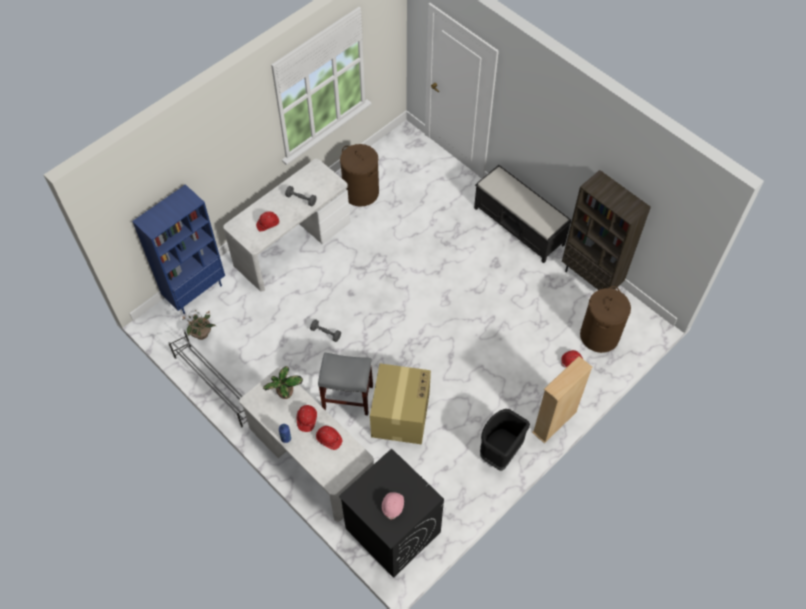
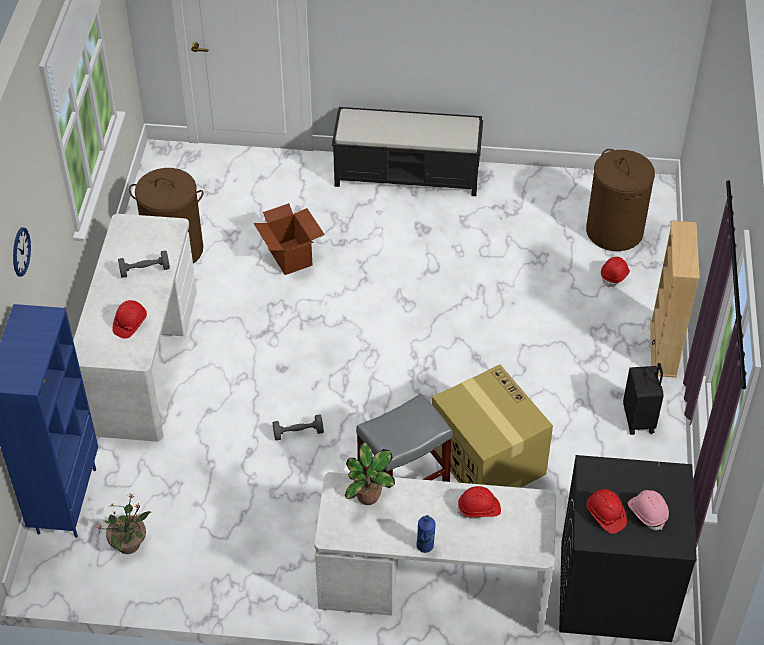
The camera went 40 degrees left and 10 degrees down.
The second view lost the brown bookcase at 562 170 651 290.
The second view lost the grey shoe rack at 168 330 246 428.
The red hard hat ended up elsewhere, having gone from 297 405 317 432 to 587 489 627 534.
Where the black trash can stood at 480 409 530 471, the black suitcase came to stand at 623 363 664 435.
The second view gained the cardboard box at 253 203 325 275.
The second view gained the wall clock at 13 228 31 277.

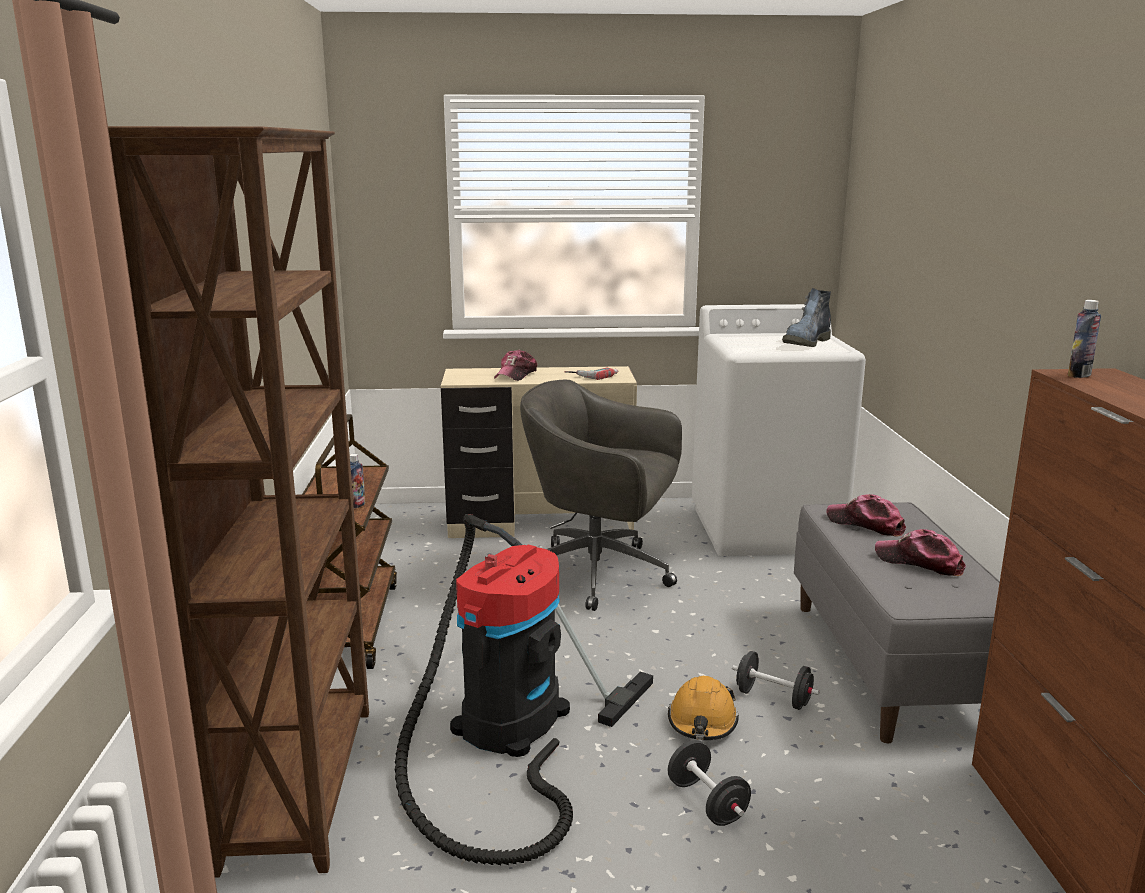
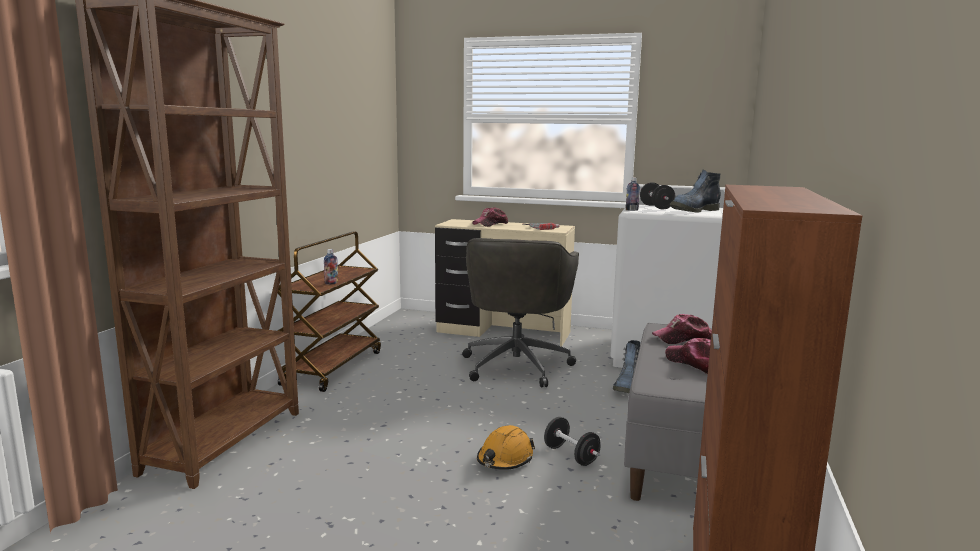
The camera went 20 degrees right and 5 degrees down.
The bottle ended up elsewhere, having gone from 1068 300 1101 378 to 625 177 640 211.
The grey office chair at 520 379 682 611 ended up facing another way, 120 degrees counterclockwise from before.
The cap at 827 494 906 536 ended up facing another way, 75 degrees counterclockwise from before.
The second view lost the vacuum cleaner at 395 514 653 865.
The black dumbbell ended up elsewhere, having gone from 668 740 751 826 to 640 182 676 209.
The second view gained the boot at 613 340 640 393.

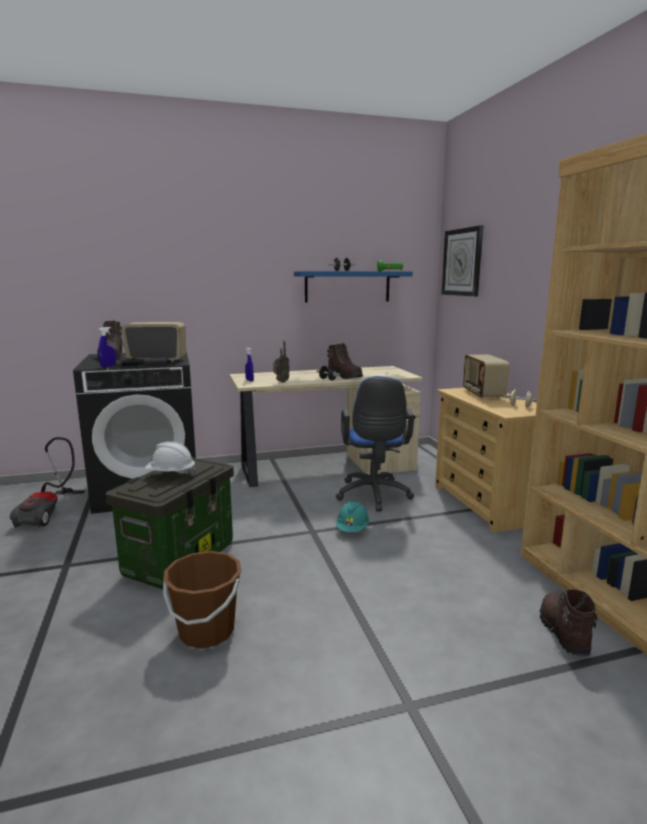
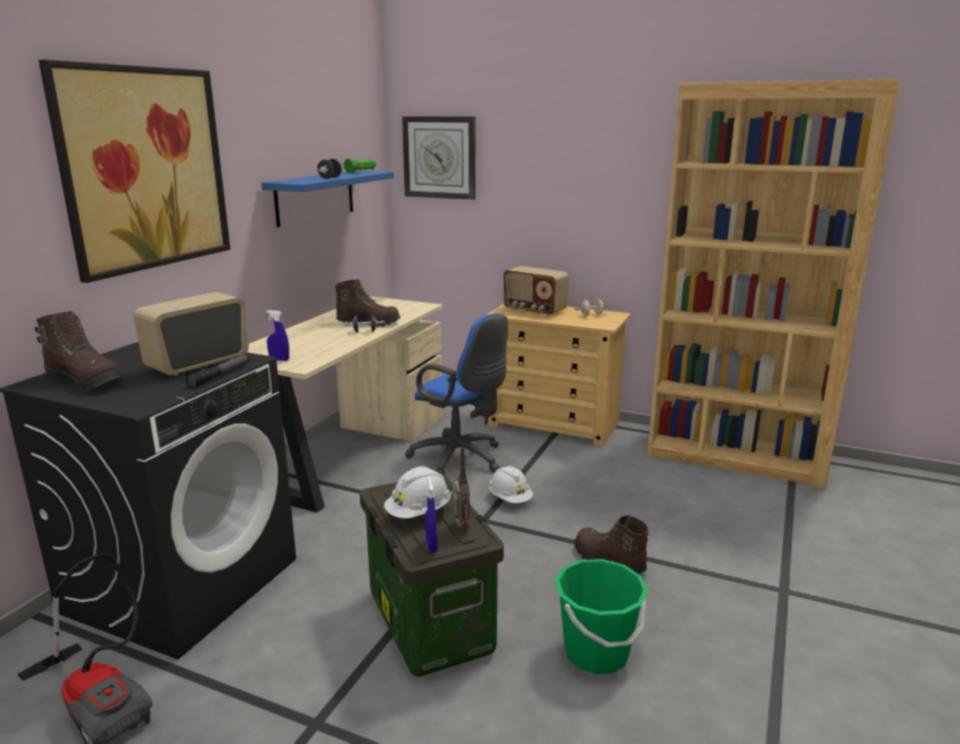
The camera went 50 degrees left and 5 degrees up.
The blue spray bottle ended up elsewhere, having gone from 98 327 116 367 to 425 477 438 553.
The radio ended up elsewhere, having gone from 273 341 290 382 to 450 447 470 529.
What was the turquoise hard hat at 336 501 370 532 turned into the white hard hat at 489 466 533 503.
What was the brown bucket at 163 551 242 649 turned into the green bucket at 555 559 648 674.
The brown boot ended up elsewhere, having gone from 540 589 598 656 to 574 515 649 575.
The second view gained the picture at 39 60 230 283.

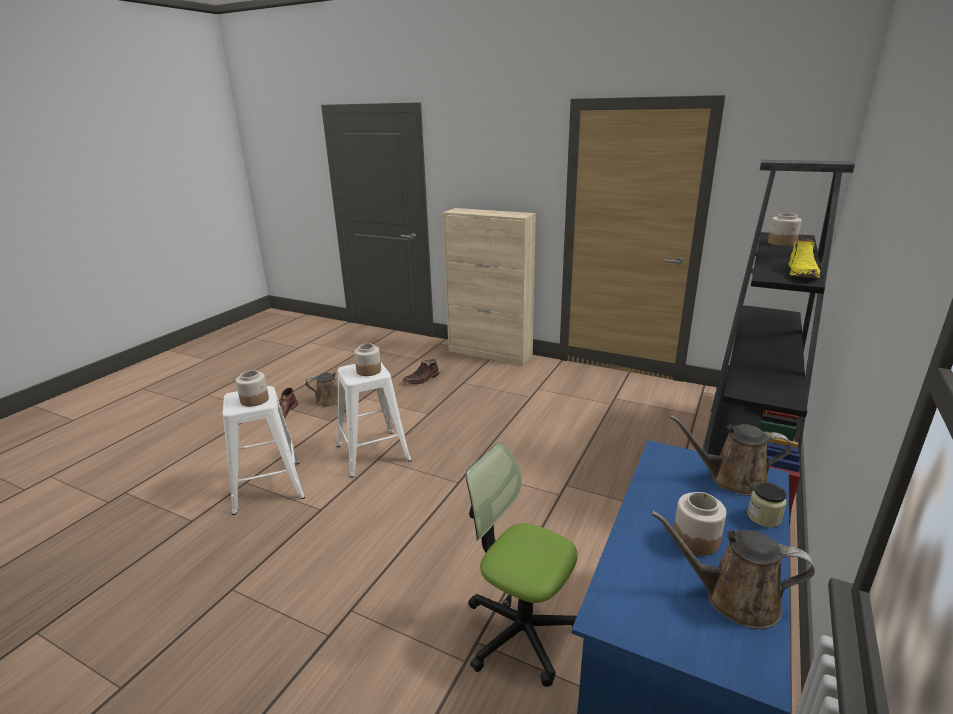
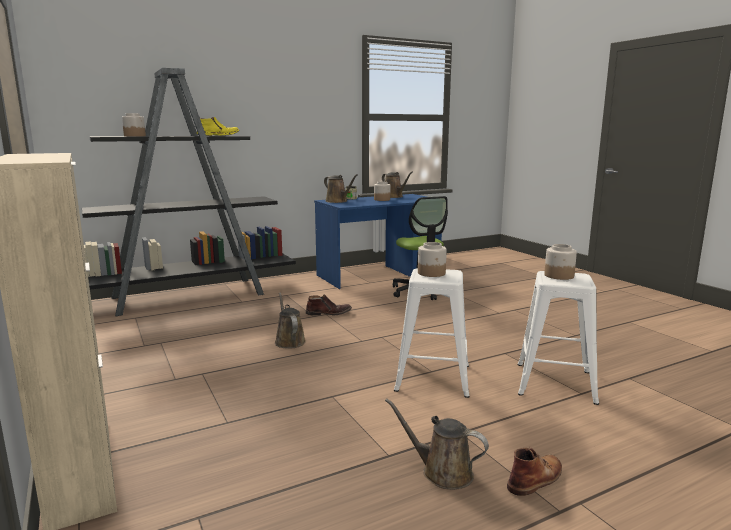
The camera went 145 degrees left and 10 degrees down.
The brown boot ended up elsewhere, having gone from 403 359 439 384 to 306 295 352 316.
The second view gained the brown watering can at 275 292 306 349.

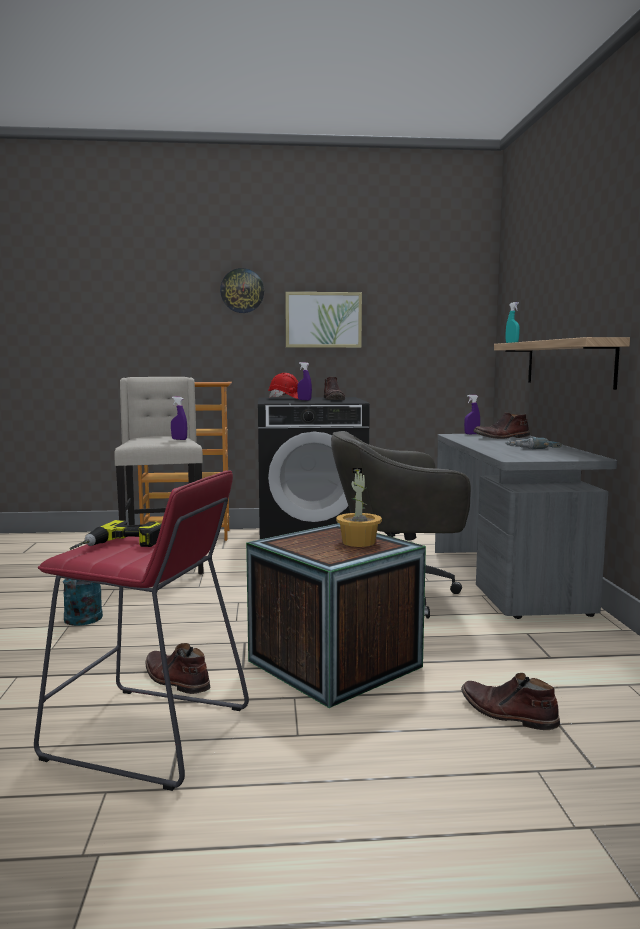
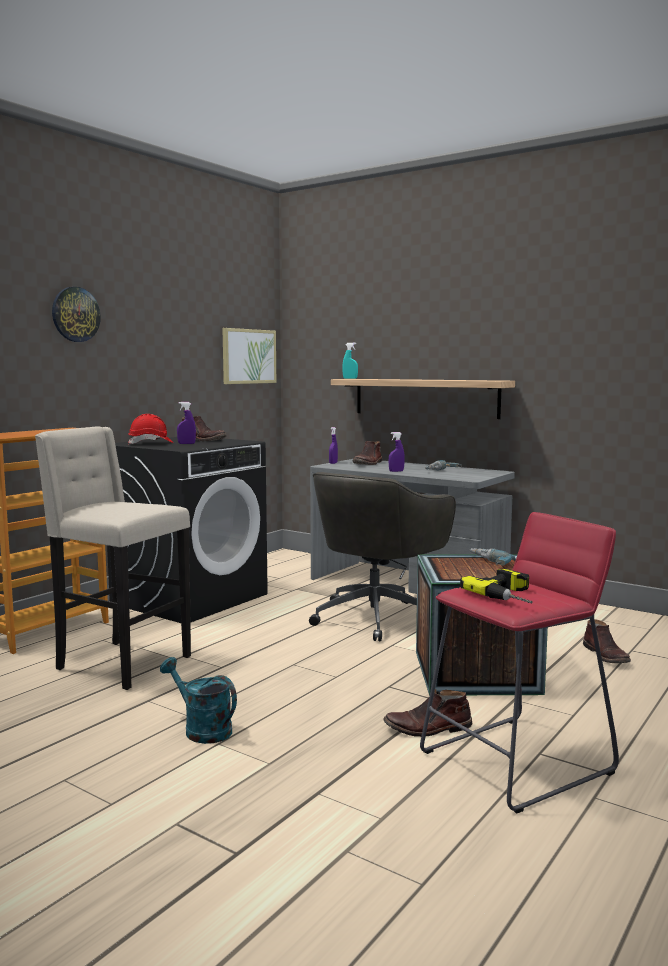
The camera went 50 degrees left and 0 degrees up.
The picture ended up elsewhere, having gone from 285 292 362 348 to 222 328 276 384.
The purple spray bottle ended up elsewhere, having gone from 171 397 187 440 to 389 432 405 472.
Where the potted plant stood at 336 468 382 547, the power drill came to stand at 470 548 515 565.
The brown boot at 461 673 560 730 ended up facing another way, 90 degrees counterclockwise from before.

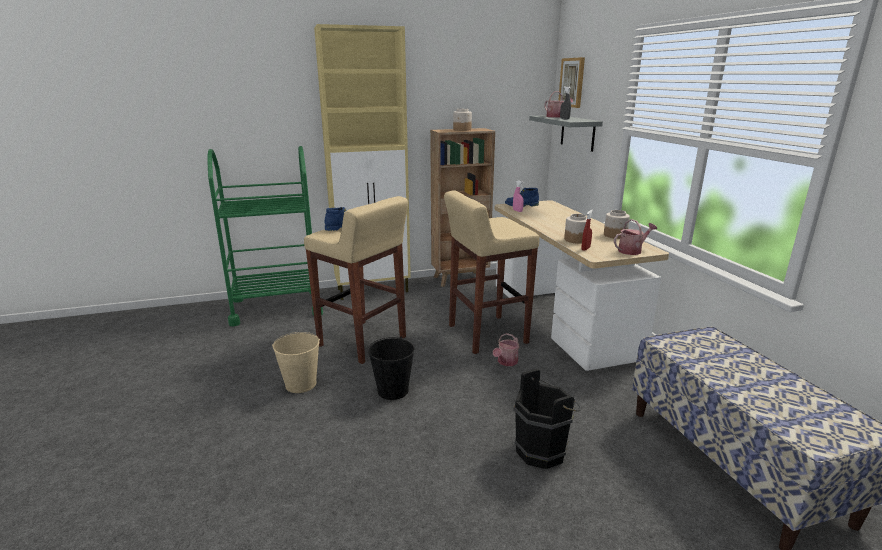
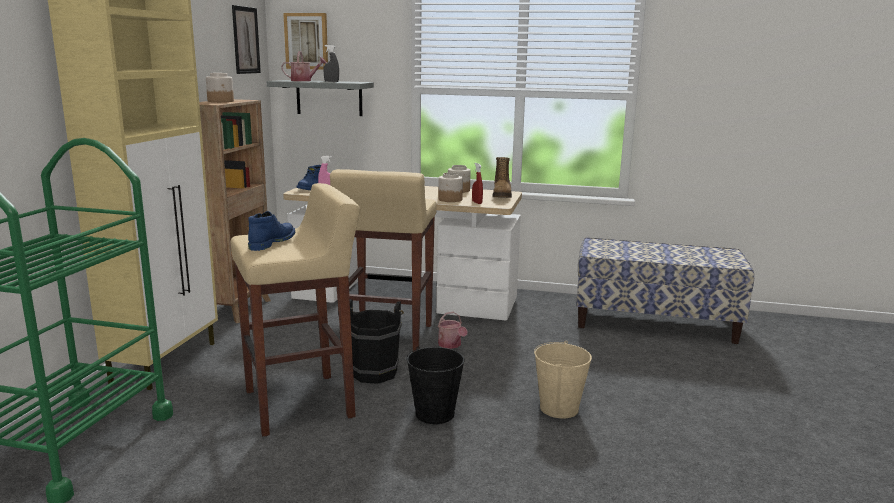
The camera went 60 degrees left and 5 degrees down.
Where the watering can stood at 614 219 657 255, the boot came to stand at 492 157 512 198.
The beige bucket ended up elsewhere, having gone from 272 332 320 393 to 534 341 592 418.
The black bucket ended up elsewhere, having gone from 514 368 582 469 to 350 299 404 384.
The second view gained the picture at 232 5 261 74.

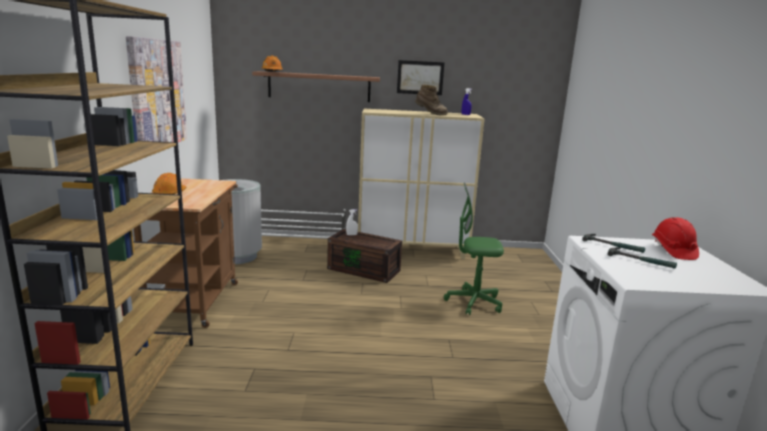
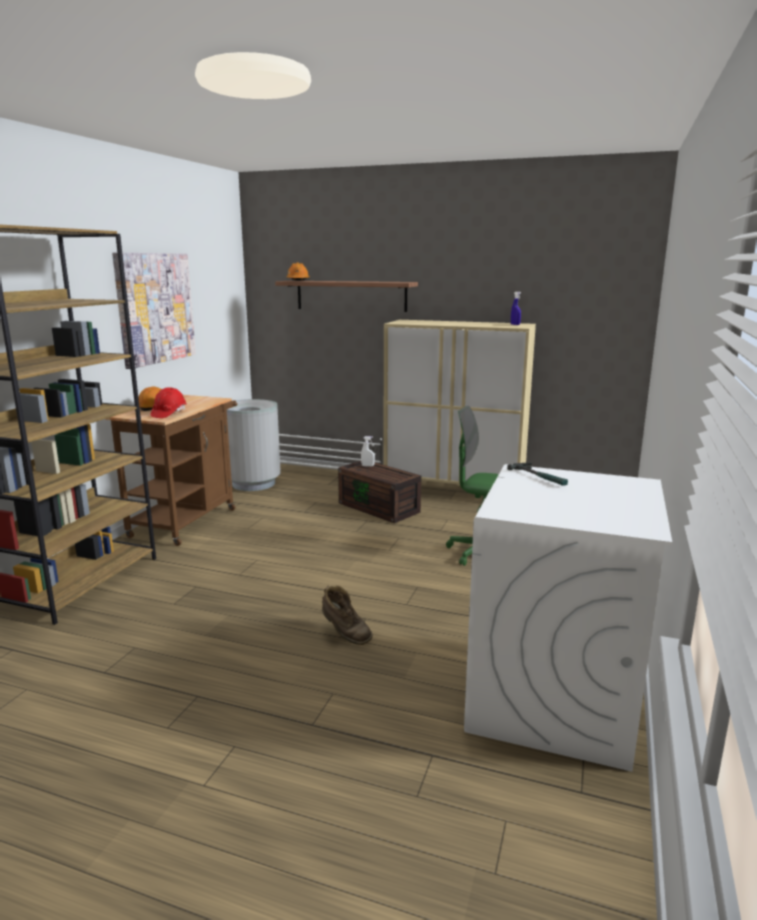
The camera went 20 degrees right and 0 degrees up.
The second view lost the picture at 397 60 445 95.
The brown boot ended up elsewhere, having gone from 415 84 448 116 to 322 586 373 645.
The red hard hat ended up elsewhere, having gone from 652 217 699 260 to 151 387 187 418.
The second view lost the hammer at 607 247 677 269.

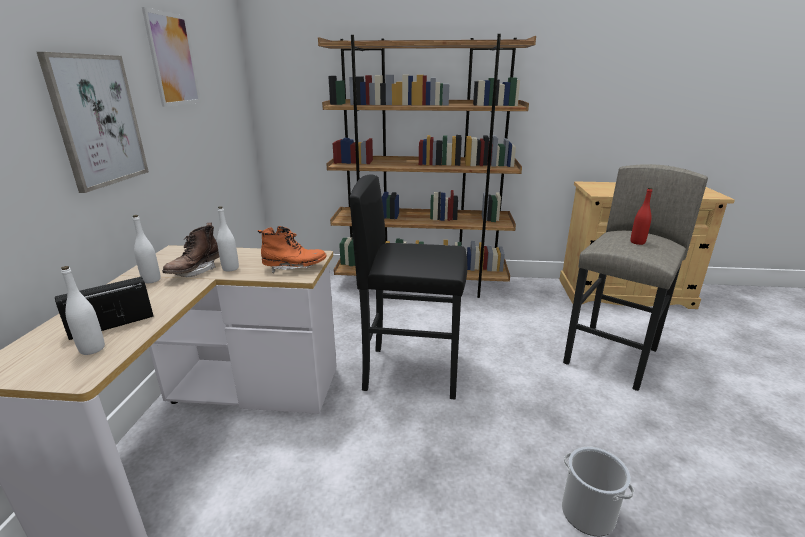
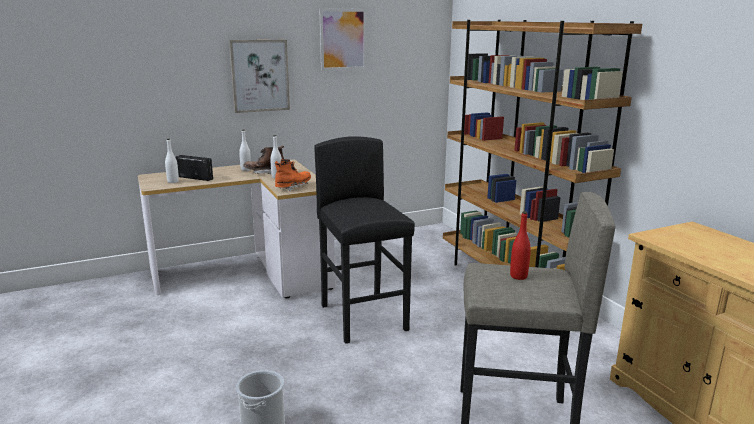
The camera went 60 degrees right and 5 degrees down.
The orange boot at 258 226 327 274 ended up facing another way, 105 degrees counterclockwise from before.

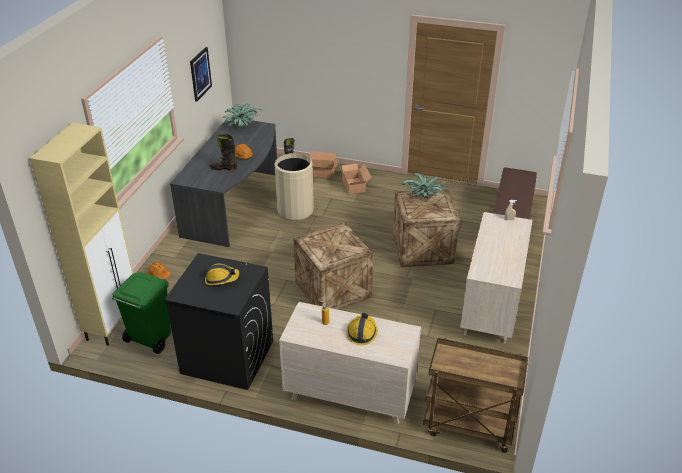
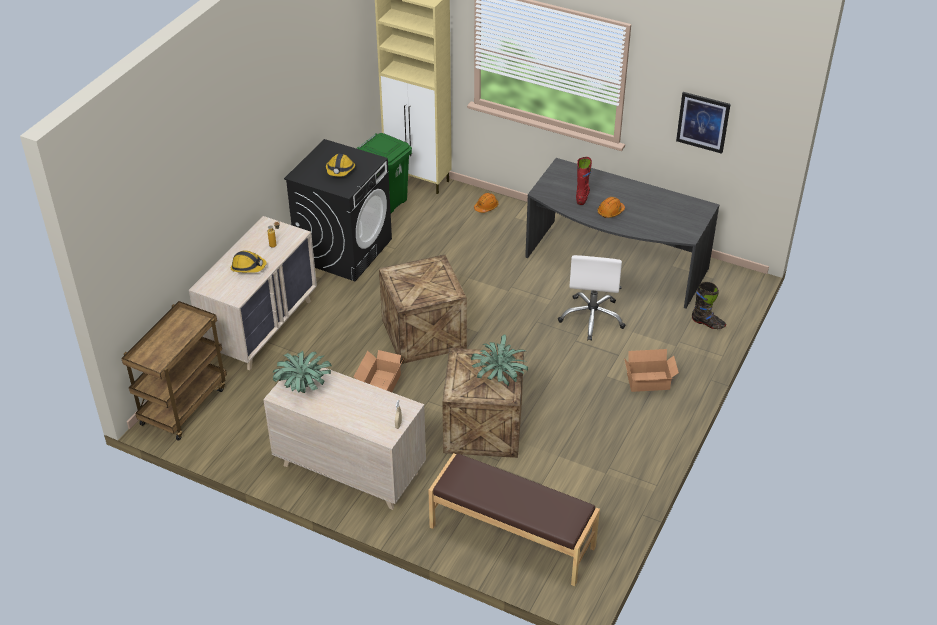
The camera went 100 degrees right and 5 degrees up.
The potted plant ended up elsewhere, having gone from 223 104 261 127 to 273 351 332 393.
What was the black boot at 210 134 237 170 turned into the red boot at 576 157 592 205.
The cardboard box ended up elsewhere, having gone from 306 151 339 178 to 354 350 405 392.
Where the beige trash can stood at 274 153 314 221, the white office chair came to stand at 558 255 626 341.

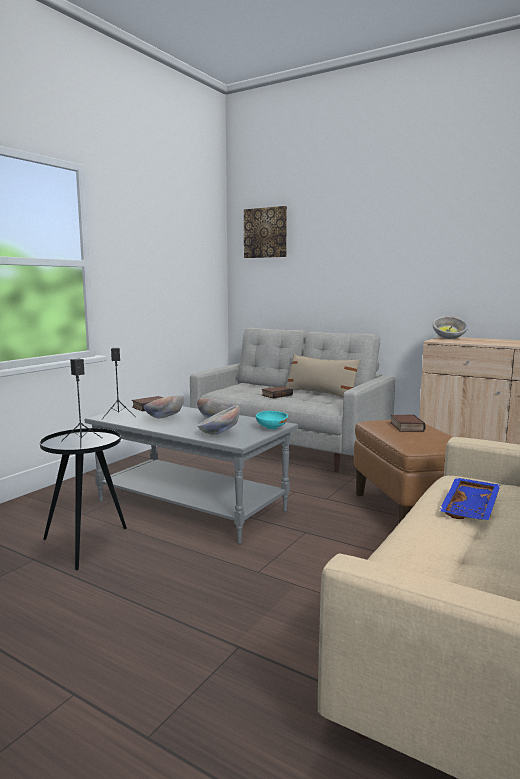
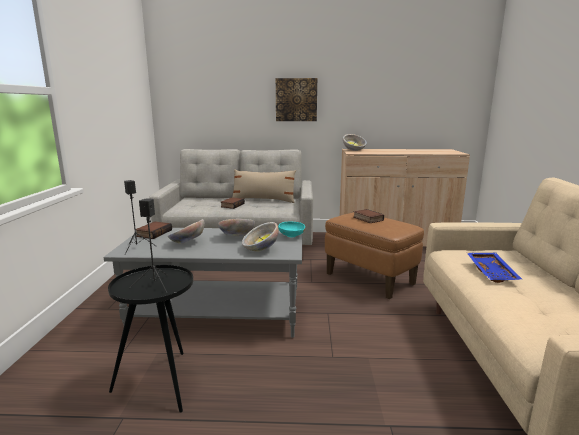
The camera went 30 degrees left and 5 degrees up.
The picture ended up elsewhere, having gone from 244 206 287 258 to 276 78 317 121.

